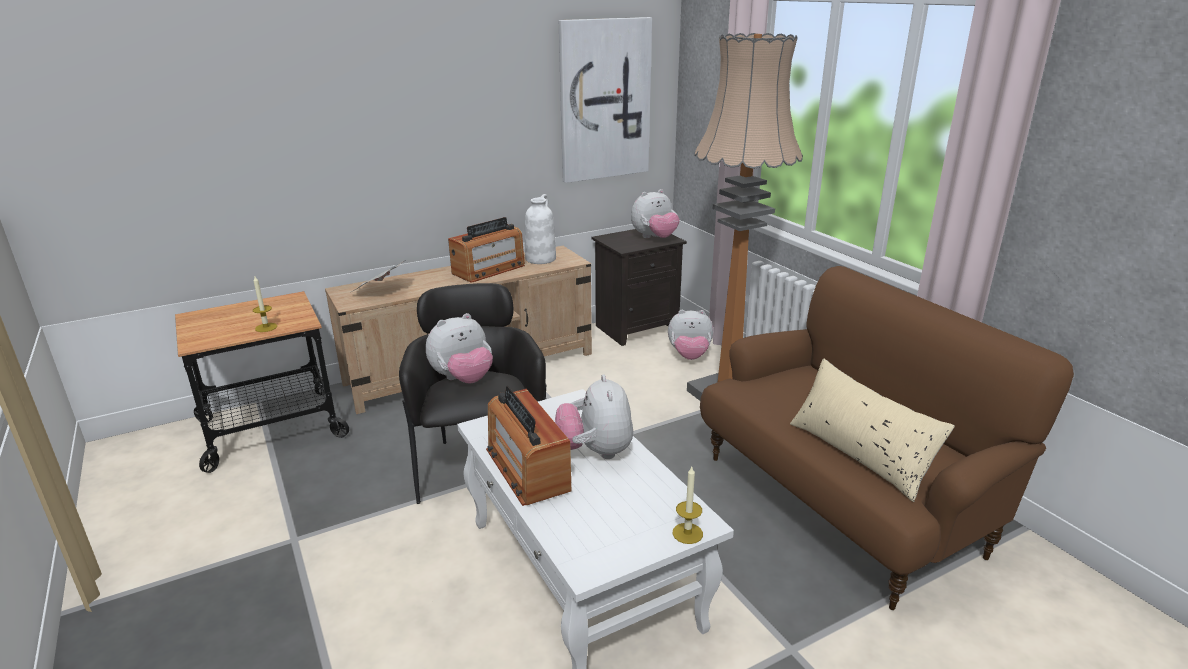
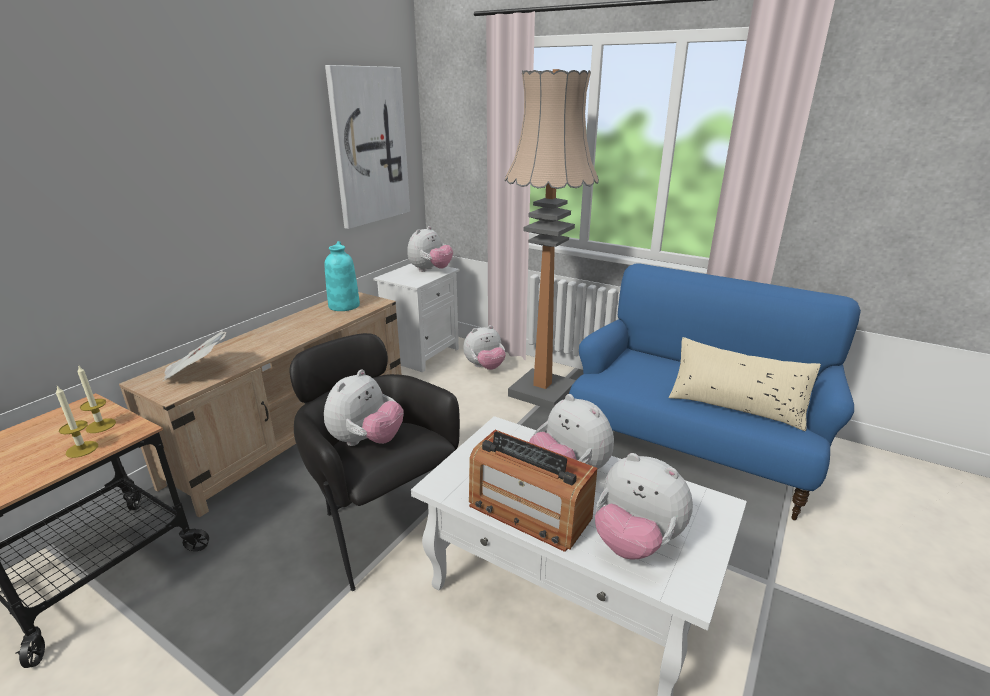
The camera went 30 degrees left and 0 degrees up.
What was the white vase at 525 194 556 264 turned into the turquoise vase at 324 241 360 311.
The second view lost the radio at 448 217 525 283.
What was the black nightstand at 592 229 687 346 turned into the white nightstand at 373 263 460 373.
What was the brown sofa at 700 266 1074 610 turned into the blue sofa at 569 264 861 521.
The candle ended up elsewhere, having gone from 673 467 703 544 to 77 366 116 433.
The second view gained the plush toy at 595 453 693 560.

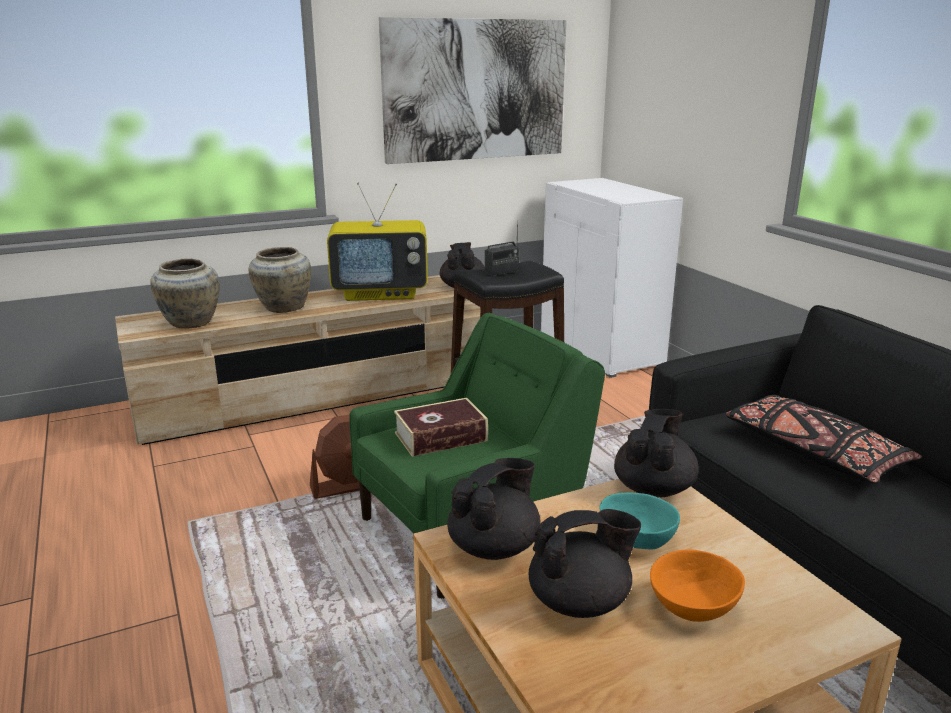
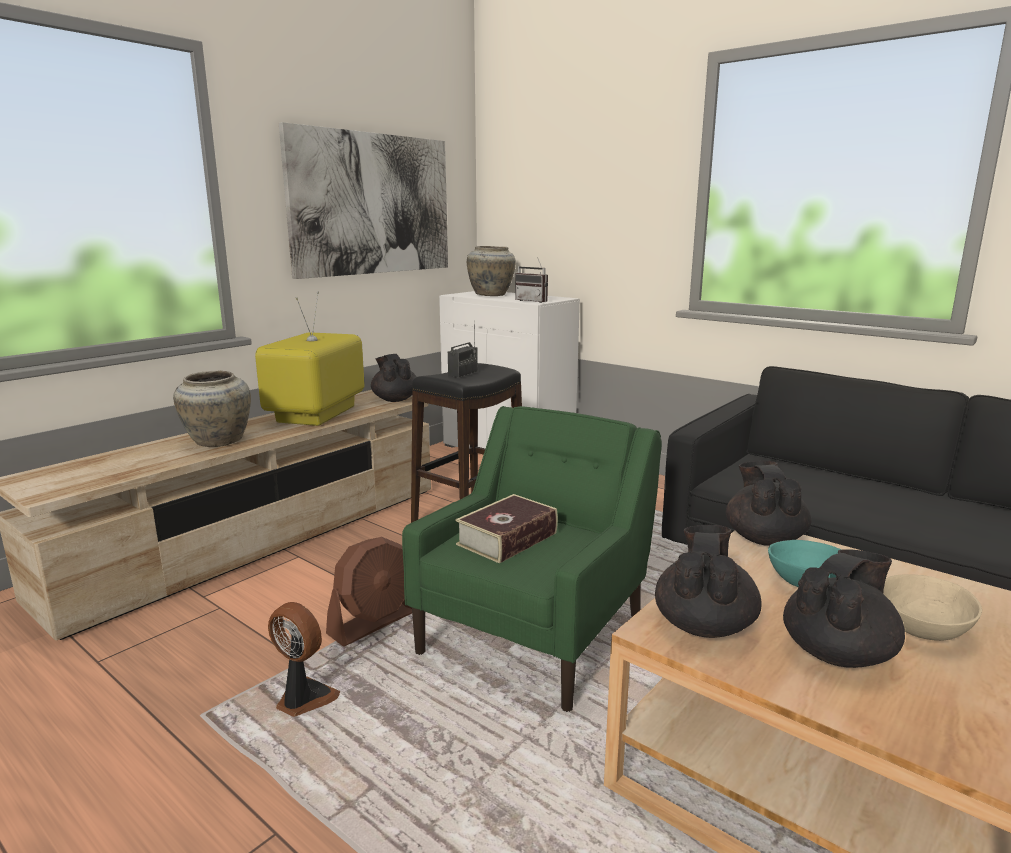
The camera went 25 degrees left and 5 degrees down.
The television at 327 183 428 301 ended up facing another way, 135 degrees clockwise from before.
The beige vase ended up elsewhere, having gone from 150 259 220 329 to 467 246 516 296.
The second view lost the black pillow at 726 395 922 483.
What was the orange bowl at 650 549 745 622 turned into the beige bowl at 883 574 982 641.
The second view gained the radio at 515 257 548 303.
The second view gained the fan at 268 602 340 717.

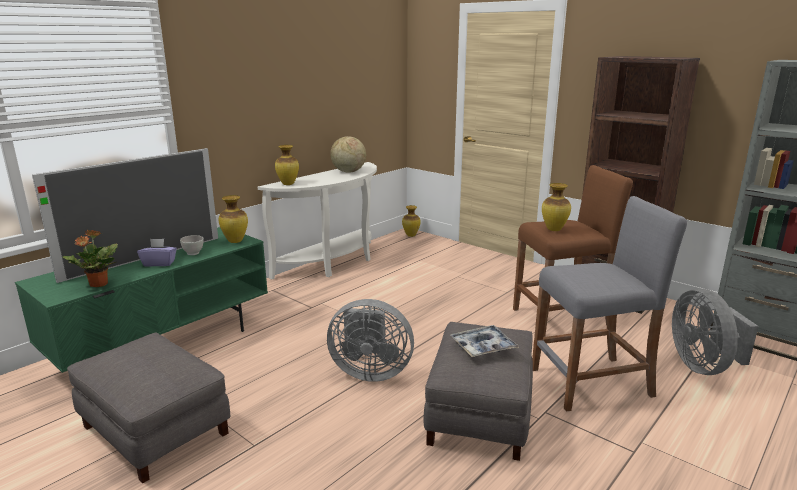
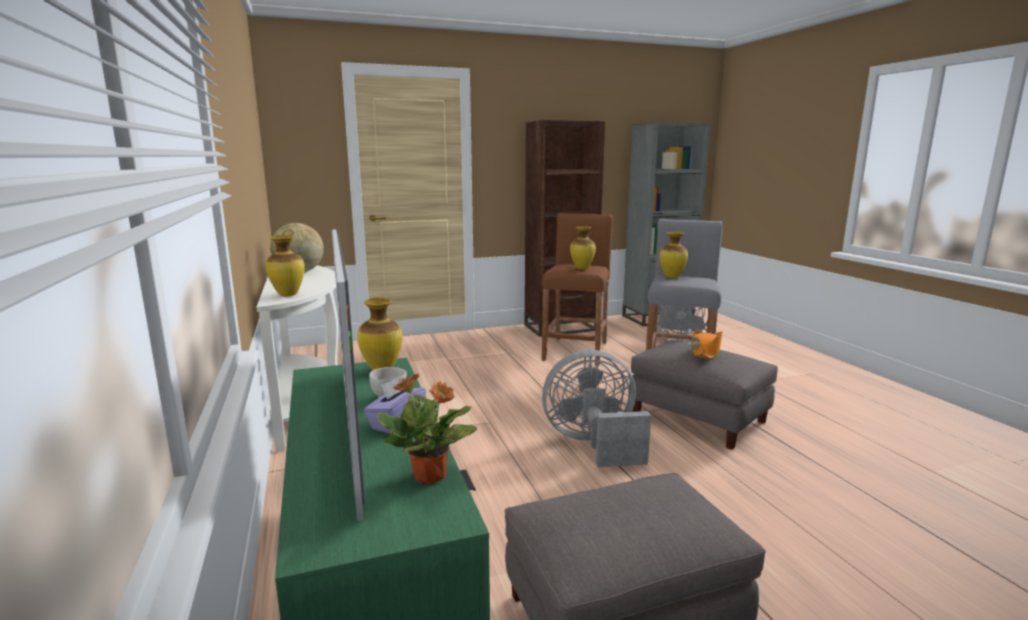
The camera went 60 degrees left and 5 degrees down.
The vase ended up elsewhere, having gone from 402 205 421 237 to 660 232 688 278.
The grey fan at 327 299 414 382 ended up facing another way, 135 degrees counterclockwise from before.
Where the tray stood at 451 325 519 357, the orange hat came to stand at 691 331 722 359.

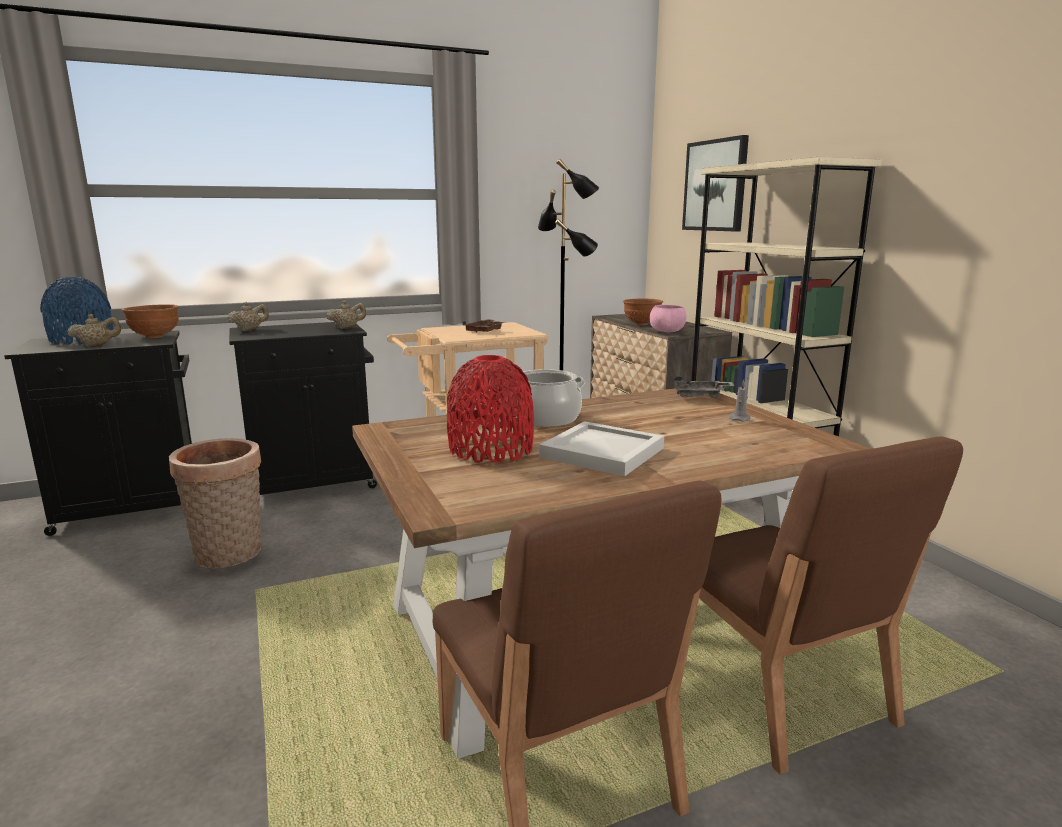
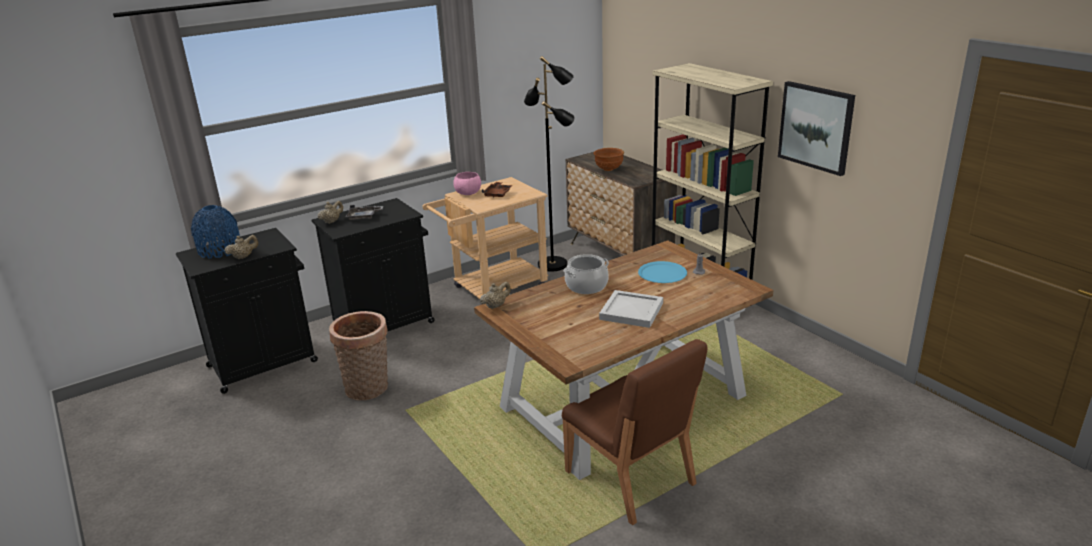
The camera went 10 degrees left and 10 degrees up.
The picture ended up elsewhere, having gone from 682 135 749 231 to 778 81 855 176.
The beige teapot ended up elsewhere, having gone from 326 300 366 329 to 480 282 511 309.
The second view lost the brown bowl at 122 304 179 338.
The pink bowl ended up elsewhere, having gone from 650 305 686 332 to 453 172 481 195.
The second view lost the red vase at 447 355 534 463.
The grey tray ended up elsewhere, having gone from 674 376 734 398 to 346 205 383 220.
The second view lost the brown chair at 699 436 963 775.
The second view gained the blue plate at 638 261 687 283.

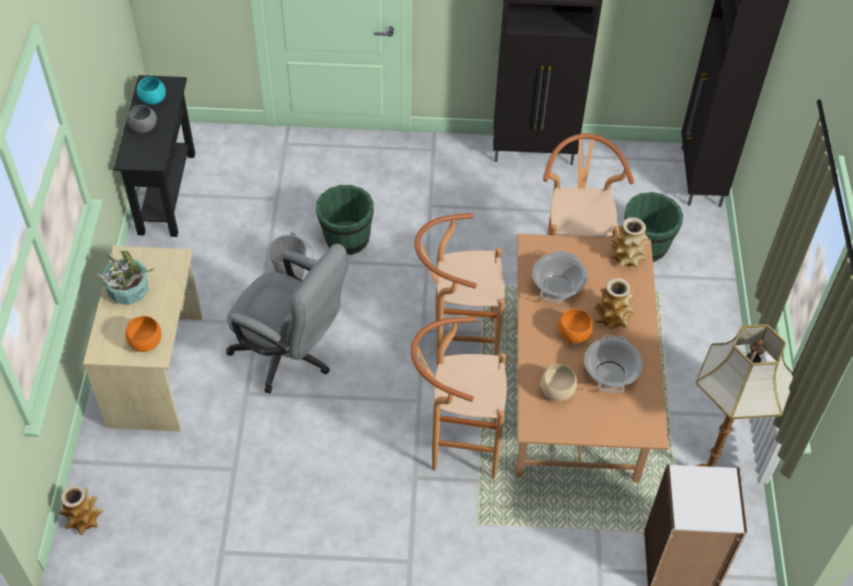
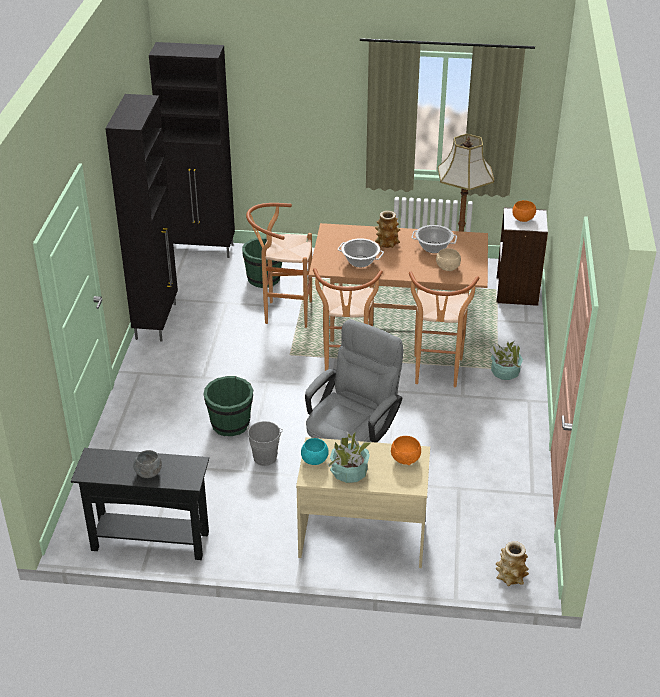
The camera went 85 degrees left and 15 degrees down.
The turquoise bowl ended up elsewhere, having gone from 137 77 166 105 to 301 438 329 465.
The second view lost the vase at 609 217 649 267.
The orange bowl ended up elsewhere, having gone from 558 309 593 343 to 512 200 536 222.
The second view gained the potted plant at 489 341 523 380.

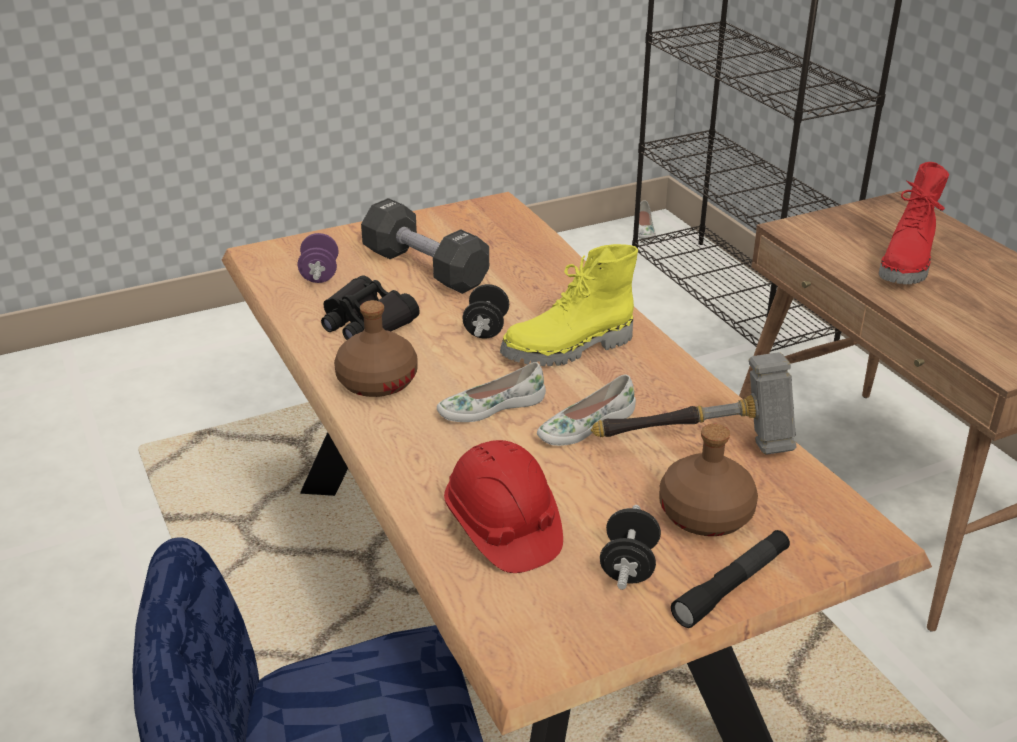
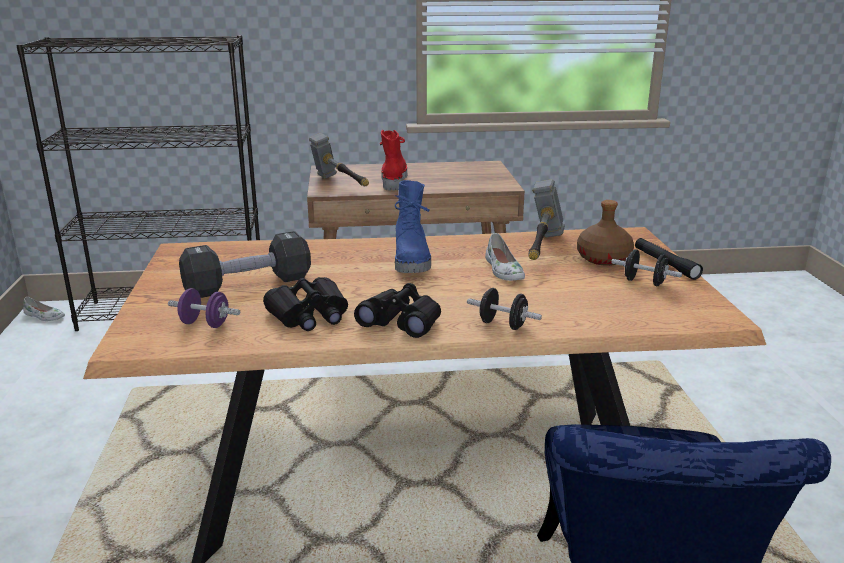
The camera went 70 degrees left and 10 degrees down.
The red boot at 879 162 949 284 ended up facing another way, 135 degrees counterclockwise from before.
What was the yellow boot at 500 244 638 366 turned into the blue boot at 394 180 431 273.
The black dumbbell ended up elsewhere, having gone from 463 284 509 338 to 467 288 542 330.
Where the brown bottle stood at 334 300 418 397, the black binoculars came to stand at 354 283 441 338.
The second view lost the white shoe at 437 362 546 422.
The second view lost the red hard hat at 444 440 563 573.
The second view gained the hammer at 309 133 369 186.

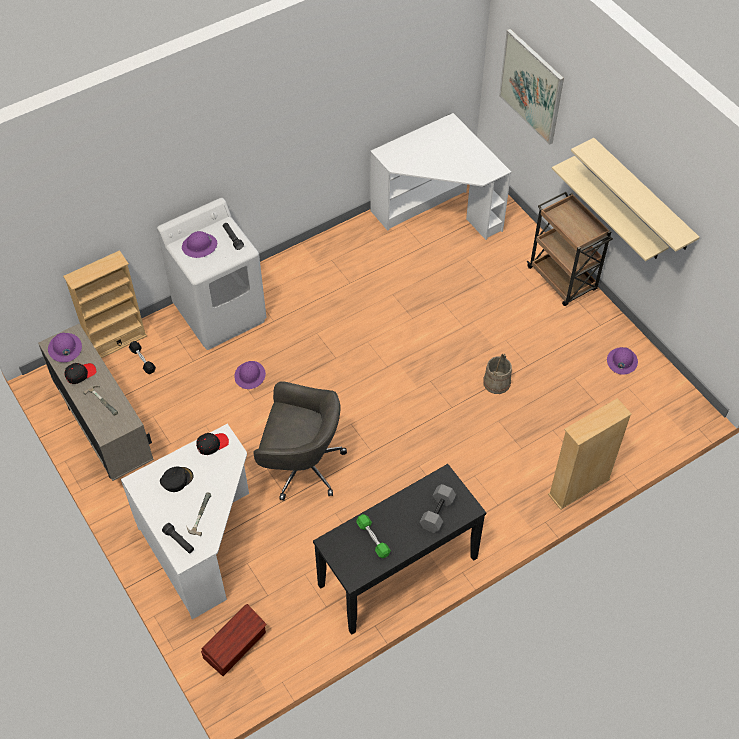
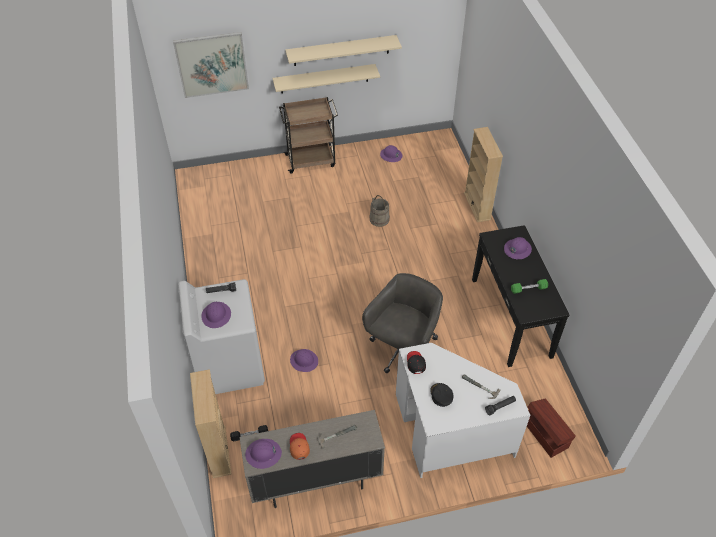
The camera went 70 degrees left and 5 degrees down.
The second view lost the white desk at 370 113 511 240.
What was the black cap at 65 363 96 384 turned into the orange cap at 290 433 310 460.
Where the grey dumbbell stood at 419 484 456 533, the purple hard hat came to stand at 504 237 532 259.

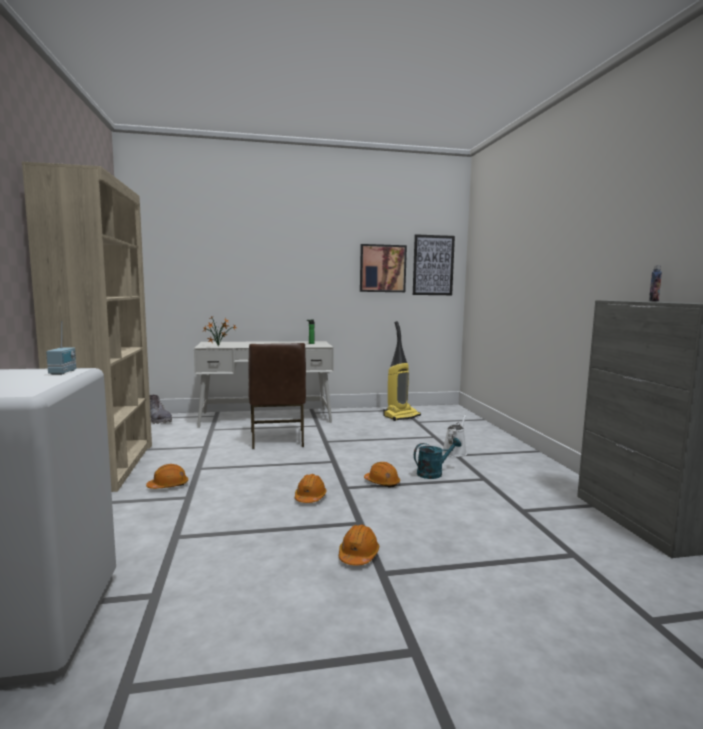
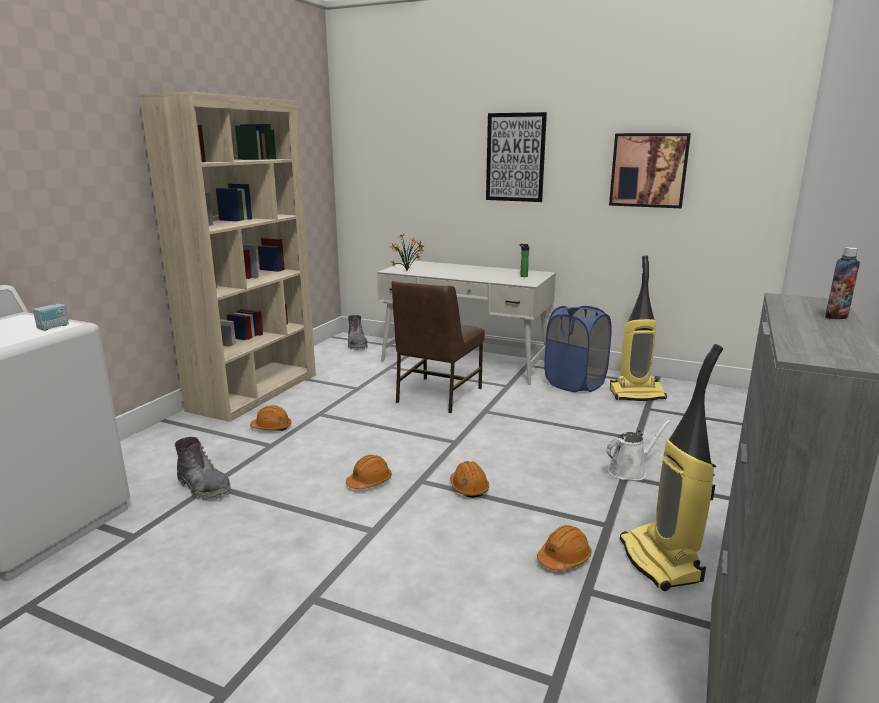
The camera went 35 degrees right and 10 degrees up.
The picture ended up elsewhere, having gone from 413 234 455 295 to 486 112 547 202.
The second view lost the turquoise watering can at 414 438 461 479.
The orange hard hat ended up elsewhere, having gone from 339 524 379 565 to 537 525 592 571.
The second view gained the blue laundry basket at 544 306 612 392.
The second view gained the vacuum cleaner at 620 344 723 591.
The second view gained the grey boot at 175 437 231 500.

